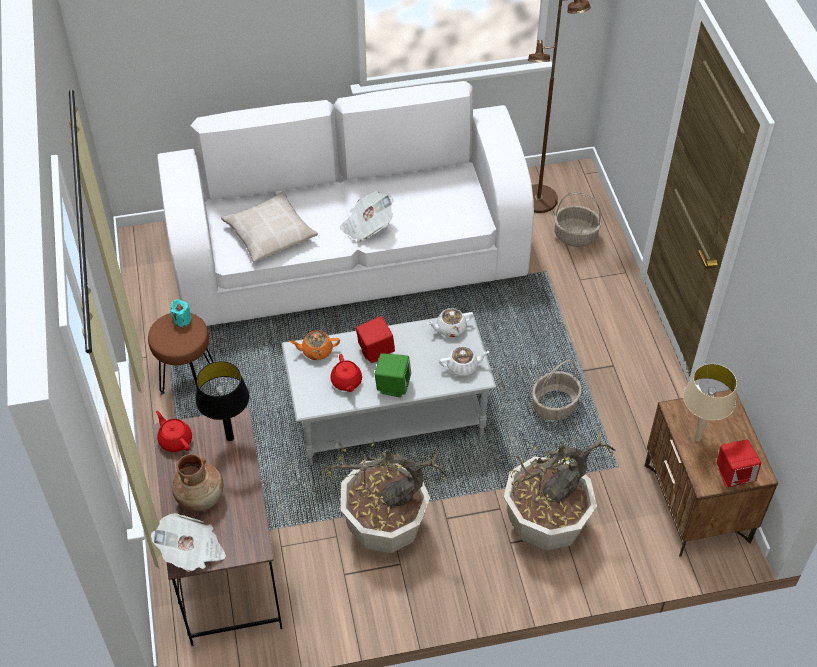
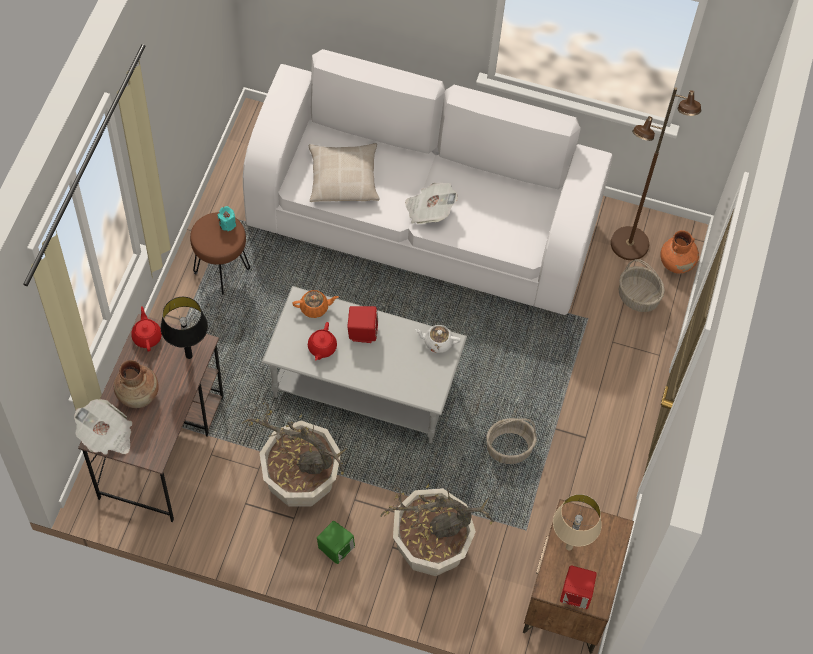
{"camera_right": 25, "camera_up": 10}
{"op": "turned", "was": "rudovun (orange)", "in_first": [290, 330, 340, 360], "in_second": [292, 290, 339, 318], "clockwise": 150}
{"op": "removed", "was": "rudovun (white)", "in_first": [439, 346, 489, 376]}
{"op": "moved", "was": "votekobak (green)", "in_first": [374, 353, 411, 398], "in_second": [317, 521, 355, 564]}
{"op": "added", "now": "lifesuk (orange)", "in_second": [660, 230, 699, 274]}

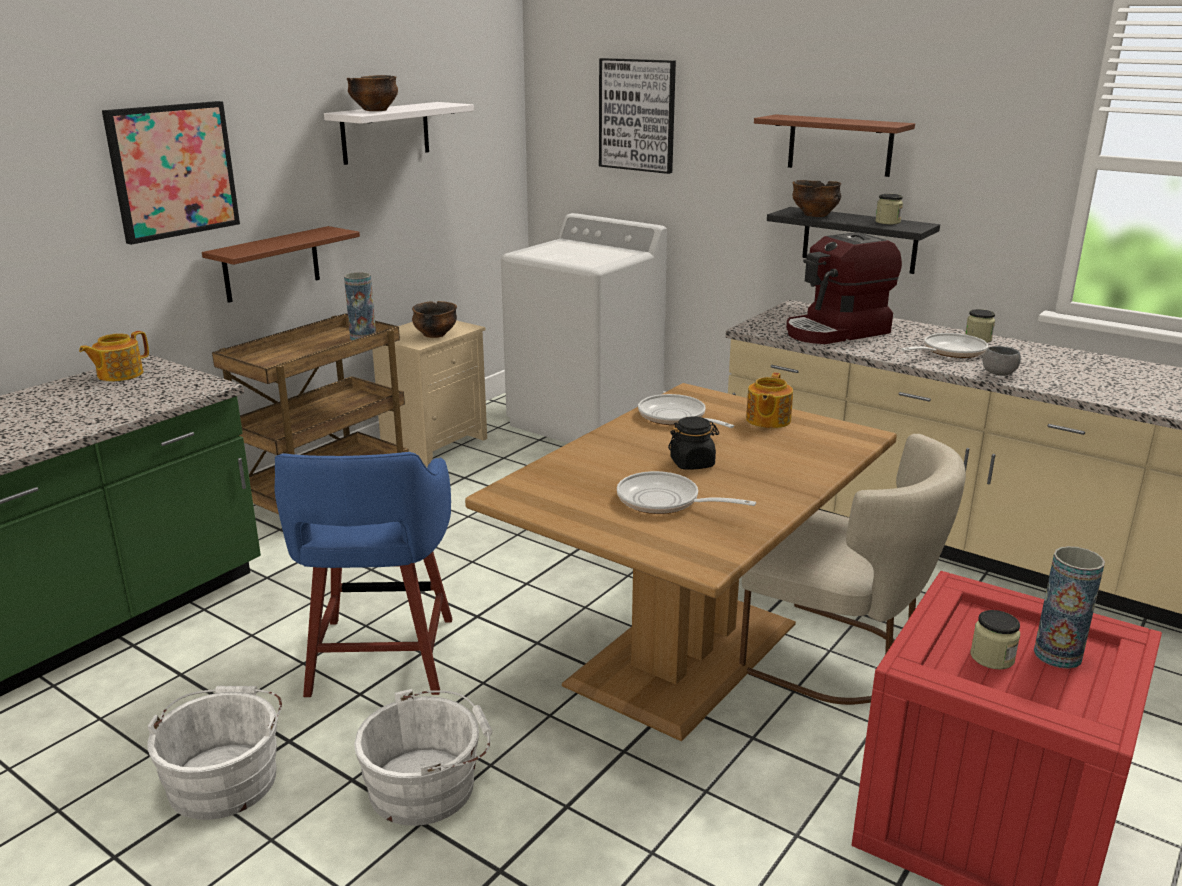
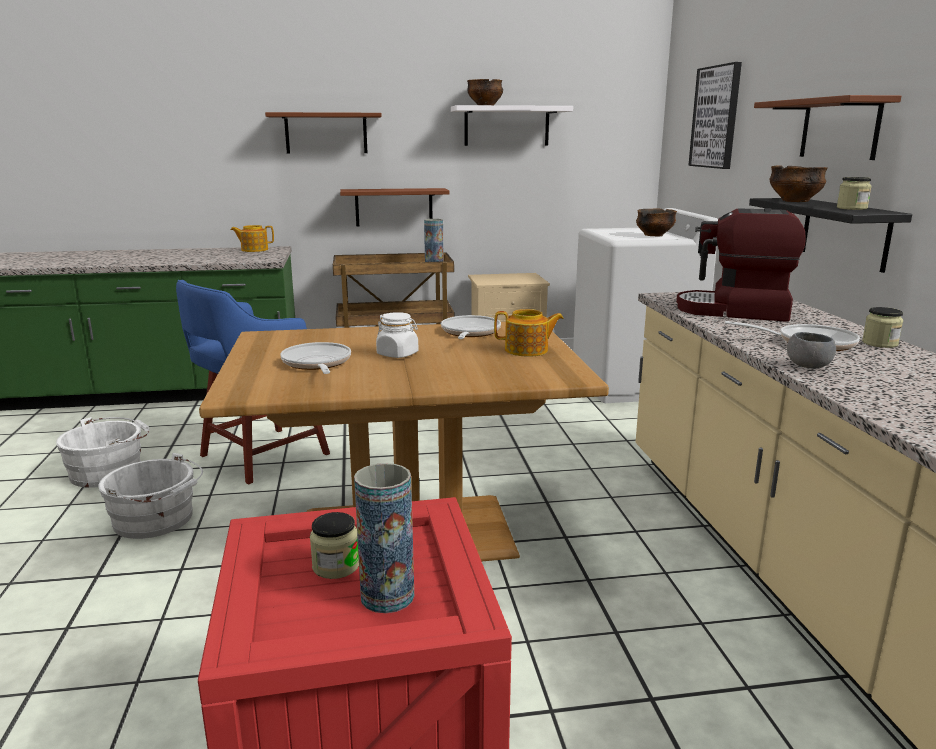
{"camera_right": 45, "camera_up": -5}
{"op": "replaced", "was": "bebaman", "now": "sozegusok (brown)", "in_first": [102, 101, 240, 245], "in_second": [265, 112, 382, 154]}
{"op": "moved", "was": "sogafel", "in_first": [412, 301, 457, 338], "in_second": [636, 209, 677, 236]}
{"op": "turned", "was": "rudovun", "in_first": [746, 372, 793, 428], "in_second": [494, 309, 564, 357], "clockwise": -150}
{"op": "recoloured", "was": "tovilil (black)", "now": "tovilil (white)", "in_first": [668, 416, 719, 470], "in_second": [376, 312, 418, 358]}
{"op": "removed", "was": "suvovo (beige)", "in_first": [739, 434, 966, 705]}

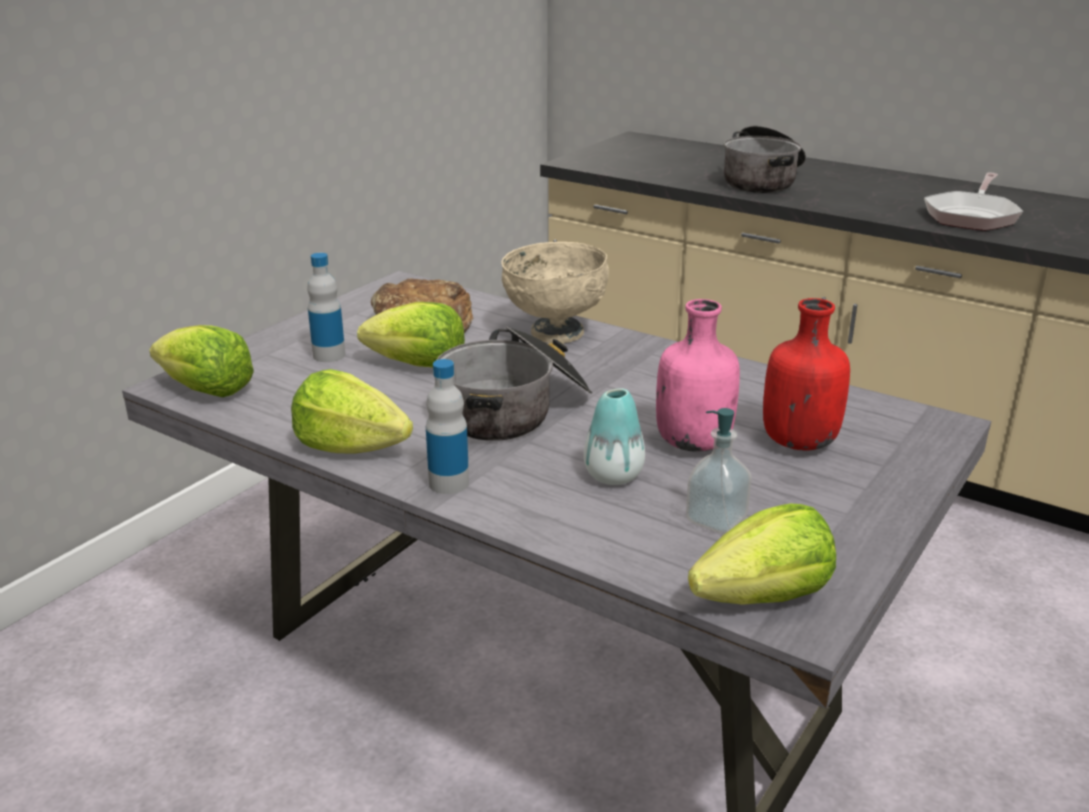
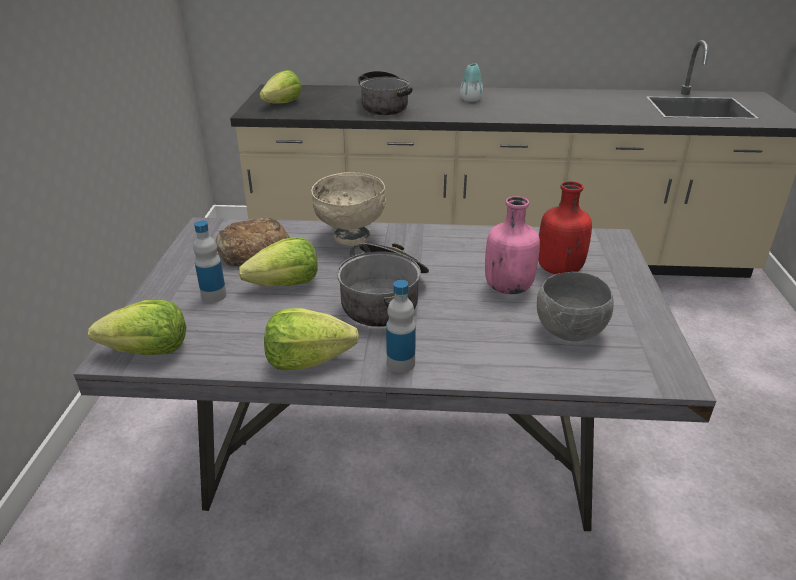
{"camera_right": -30, "camera_up": 5}
{"op": "removed", "was": "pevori", "in_first": [924, 172, 1023, 231]}
{"op": "moved", "was": "lifesuk", "in_first": [584, 388, 645, 485], "in_second": [460, 64, 483, 102]}
{"op": "replaced", "was": "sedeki", "now": "sogafel (grey)", "in_first": [686, 408, 751, 534], "in_second": [537, 272, 614, 341]}
{"op": "moved", "was": "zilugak", "in_first": [688, 503, 836, 605], "in_second": [259, 70, 302, 104]}

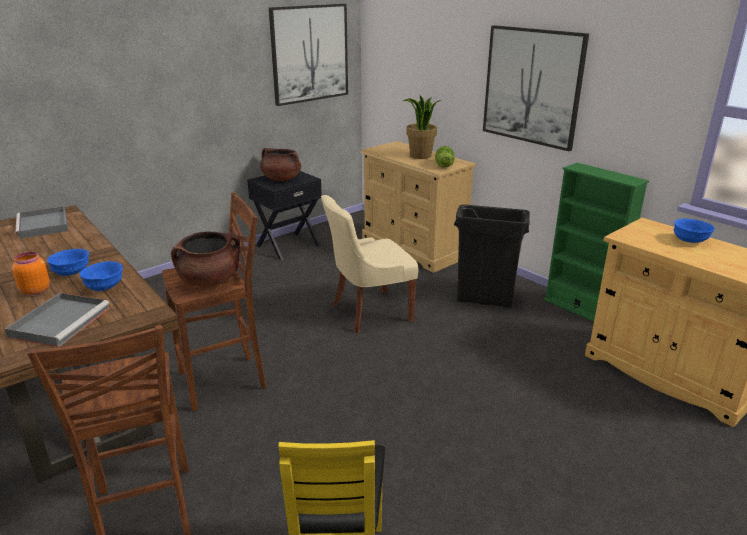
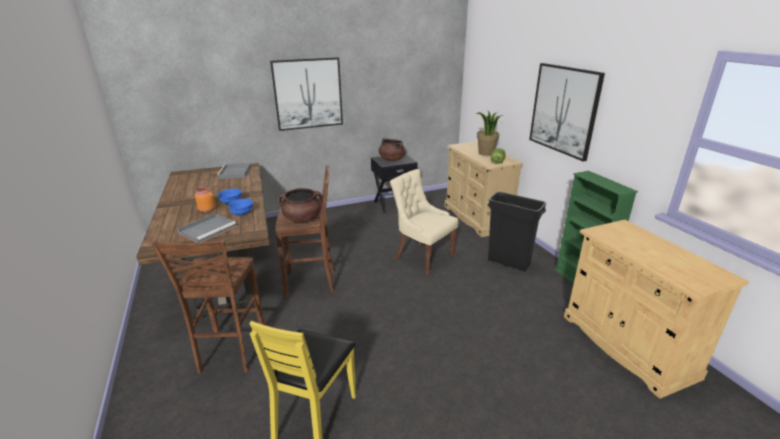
{"camera_right": 20, "camera_up": 0}
{"op": "moved", "was": "bebaman", "in_first": [269, 4, 348, 106], "in_second": [270, 57, 343, 131]}
{"op": "turned", "was": "suvovo (beige)", "in_first": [321, 195, 419, 333], "in_second": [390, 169, 458, 275], "clockwise": 45}
{"op": "removed", "was": "sogafel (blue)", "in_first": [674, 219, 715, 243]}

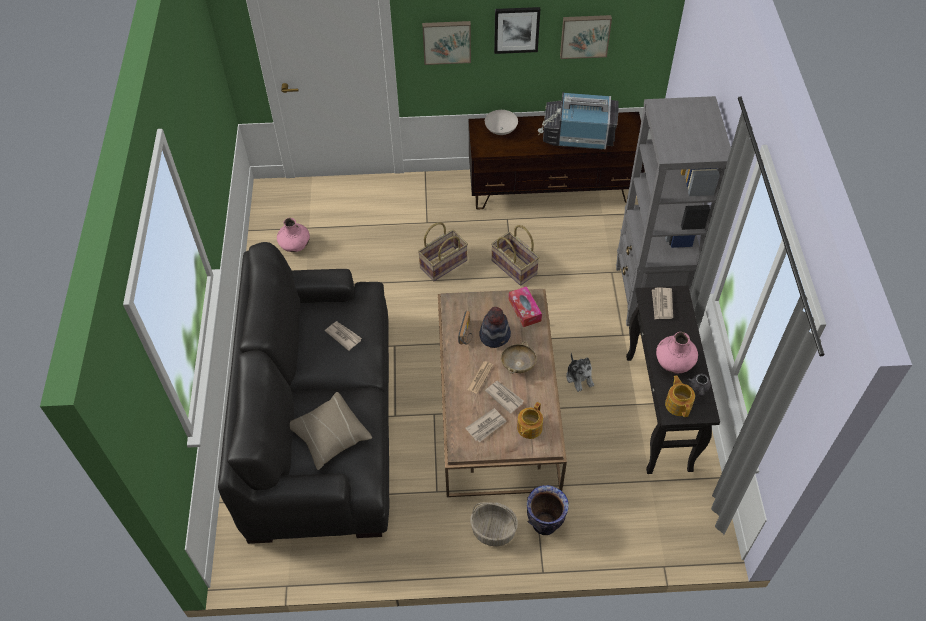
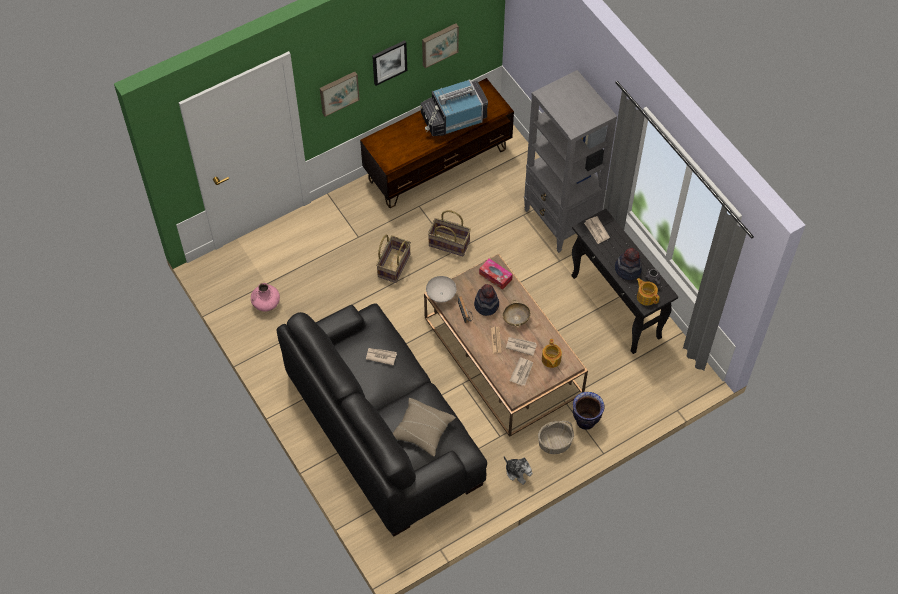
{"camera_right": -30, "camera_up": 5}
{"op": "moved", "was": "sogafel (white)", "in_first": [485, 110, 518, 135], "in_second": [426, 276, 456, 303]}
{"op": "replaced", "was": "lifesuk (pink)", "now": "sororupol", "in_first": [656, 332, 698, 373], "in_second": [615, 248, 642, 280]}
{"op": "moved", "was": "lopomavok", "in_first": [566, 353, 594, 392], "in_second": [504, 456, 533, 485]}

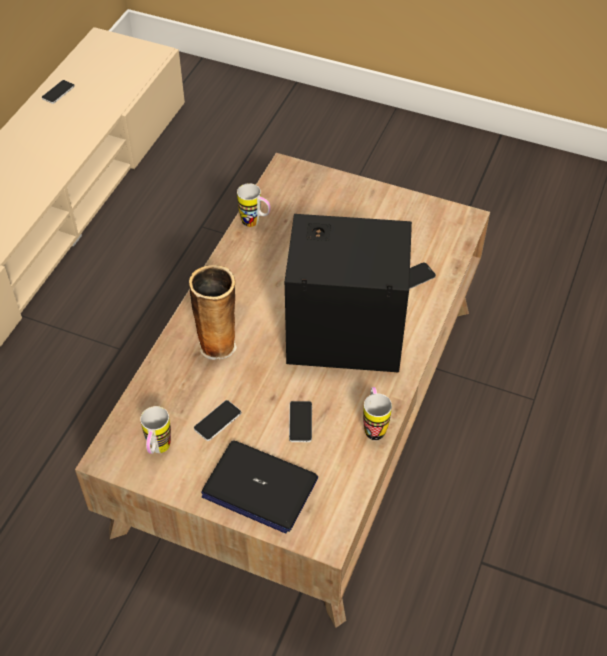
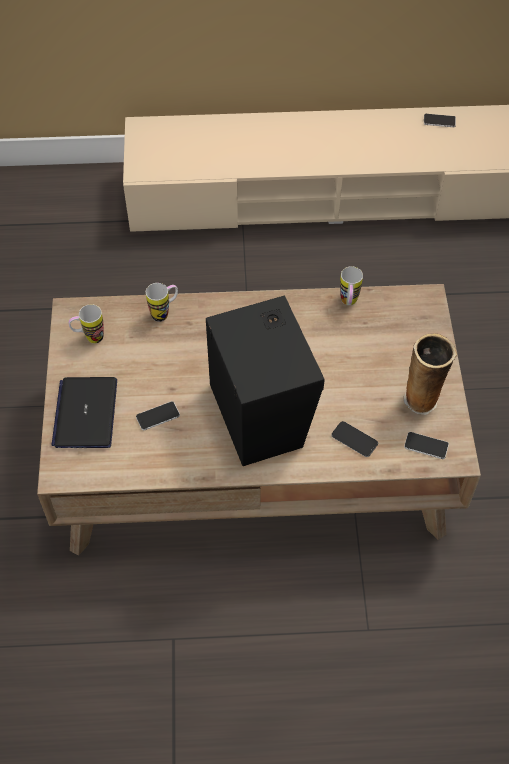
{"camera_right": 65, "camera_up": 5}
{"op": "moved", "was": "lifesuk", "in_first": [189, 265, 237, 360], "in_second": [403, 333, 457, 415]}
{"op": "moved", "was": "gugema", "in_first": [363, 387, 392, 440], "in_second": [146, 283, 178, 322]}
{"op": "moved", "was": "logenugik", "in_first": [194, 400, 241, 441], "in_second": [404, 432, 449, 459]}

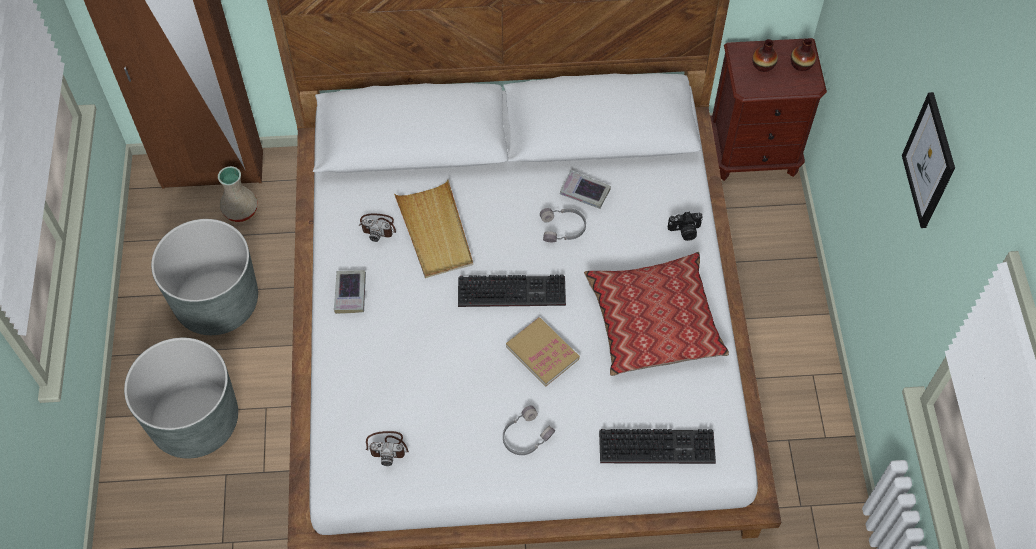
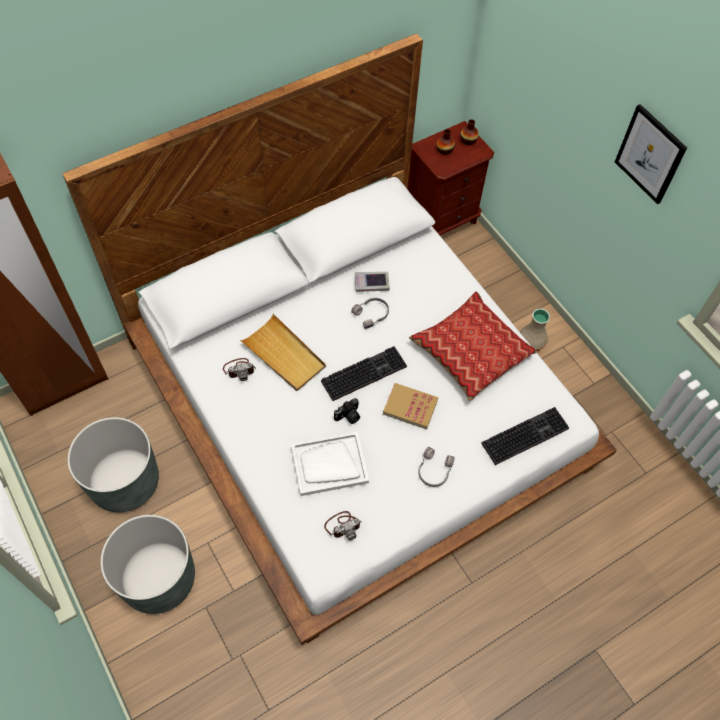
{"camera_right": -30, "camera_up": 0}
{"op": "moved", "was": "lifesuk (beige)", "in_first": [218, 166, 257, 222], "in_second": [520, 308, 550, 351]}
{"op": "moved", "was": "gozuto", "in_first": [668, 212, 703, 241], "in_second": [334, 398, 360, 424]}
{"op": "removed", "was": "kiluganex", "in_first": [334, 270, 366, 314]}
{"op": "added", "now": "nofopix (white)", "in_second": [291, 432, 369, 496]}

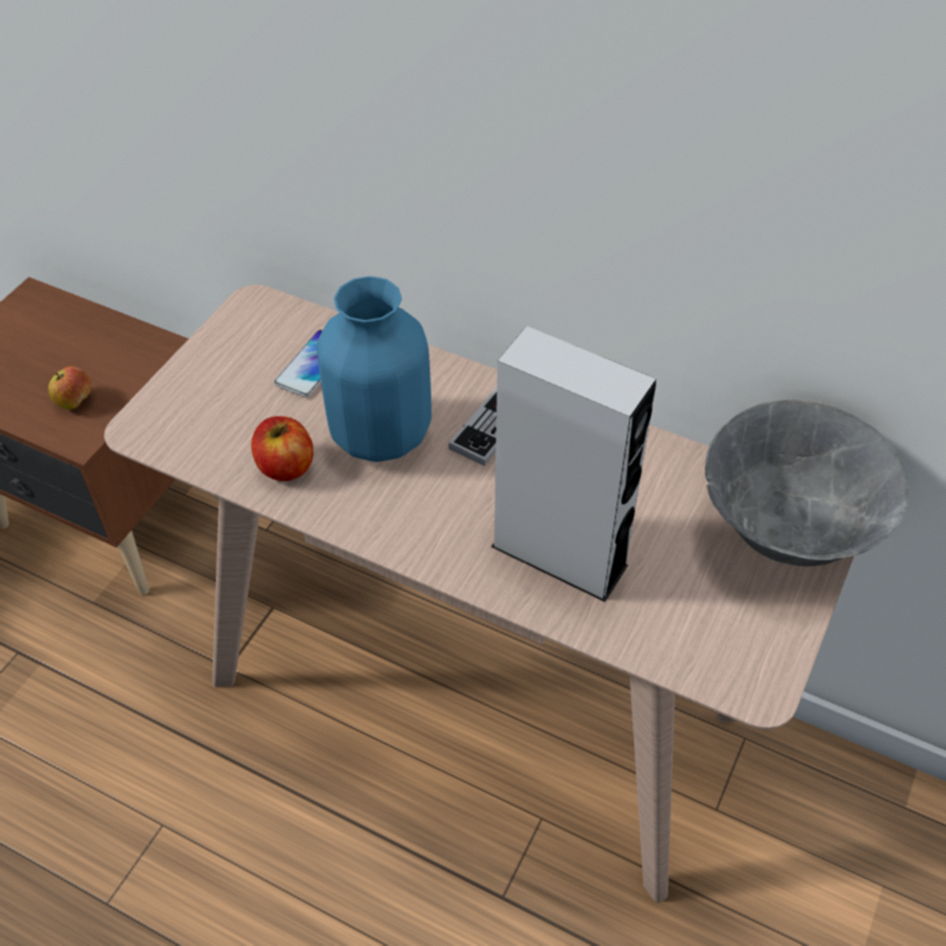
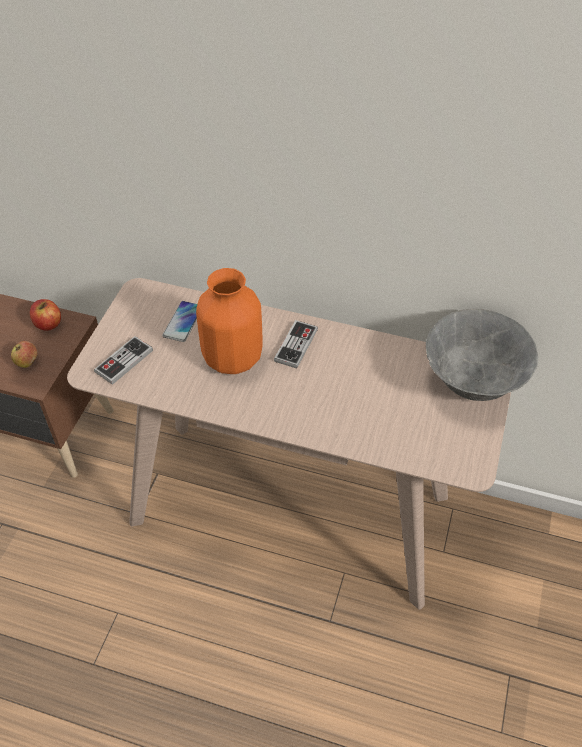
{"camera_right": -10, "camera_up": 0}
{"op": "recoloured", "was": "lifesuk (blue)", "now": "lifesuk (orange)", "in_first": [316, 276, 432, 462], "in_second": [196, 268, 262, 374]}
{"op": "removed", "was": "votekobak (grey)", "in_first": [491, 326, 656, 602]}
{"op": "moved", "was": "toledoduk", "in_first": [251, 416, 313, 481], "in_second": [30, 299, 61, 331]}
{"op": "added", "now": "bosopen", "in_second": [94, 336, 153, 385]}

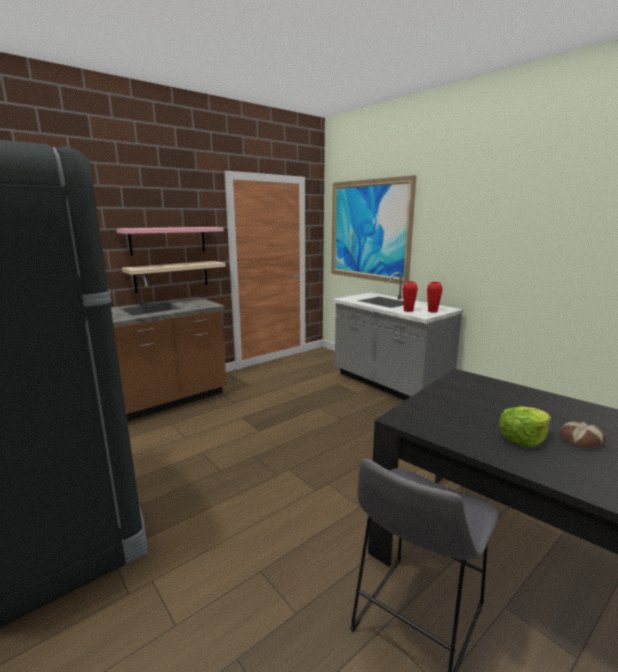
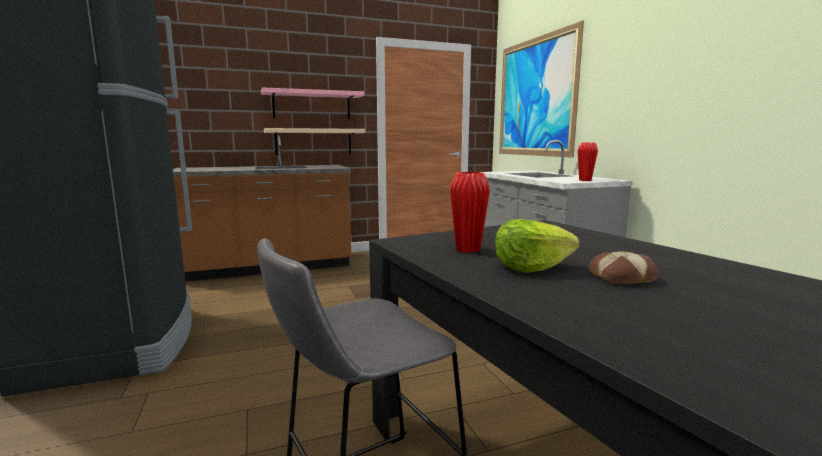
{"camera_right": 20, "camera_up": -5}
{"op": "moved", "was": "lifesuk (red)", "in_first": [403, 281, 418, 312], "in_second": [450, 172, 490, 253]}

